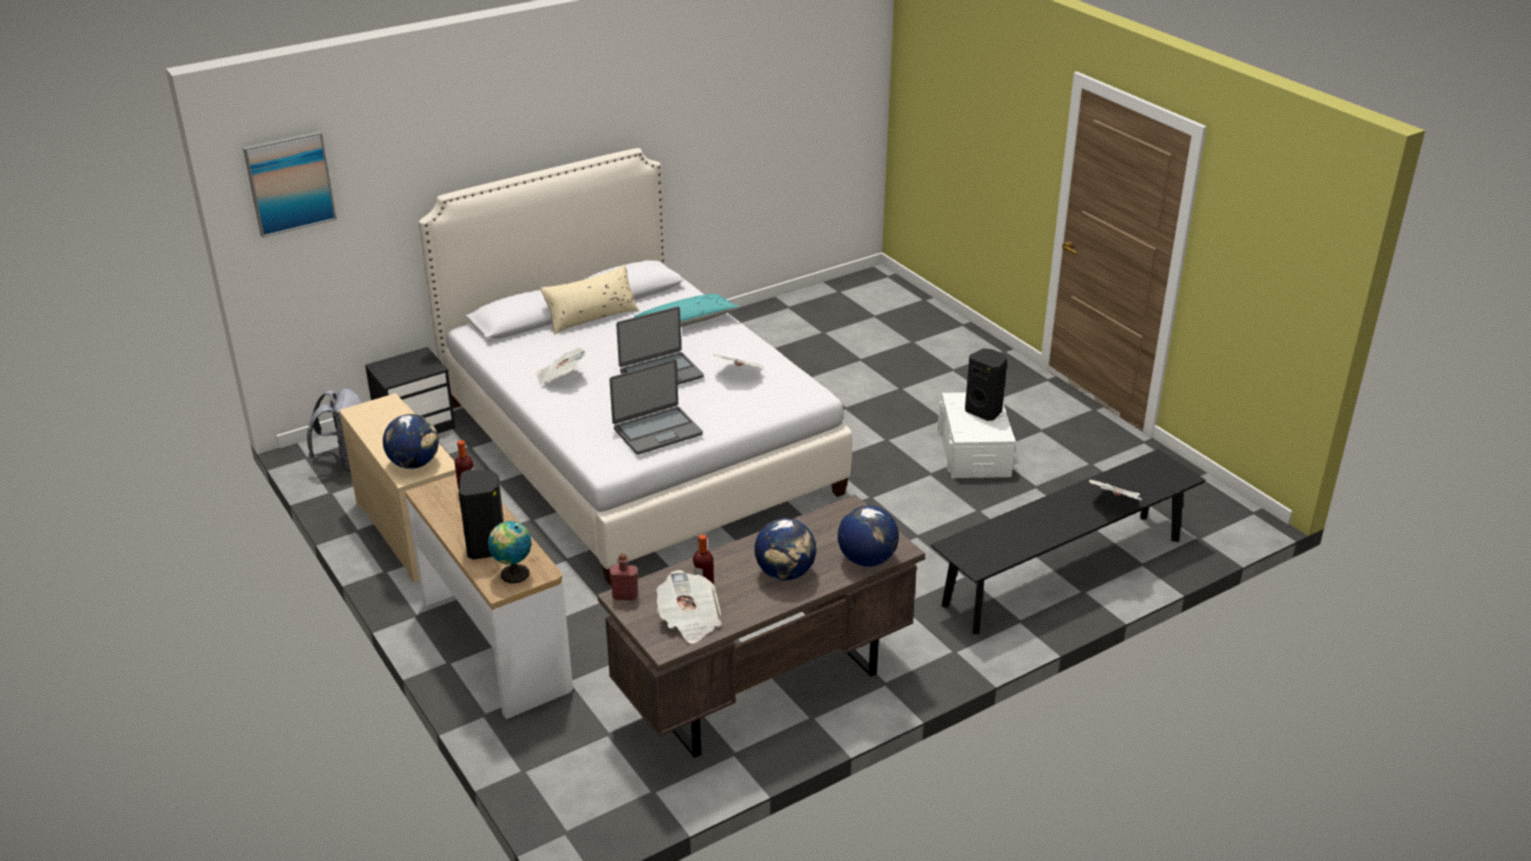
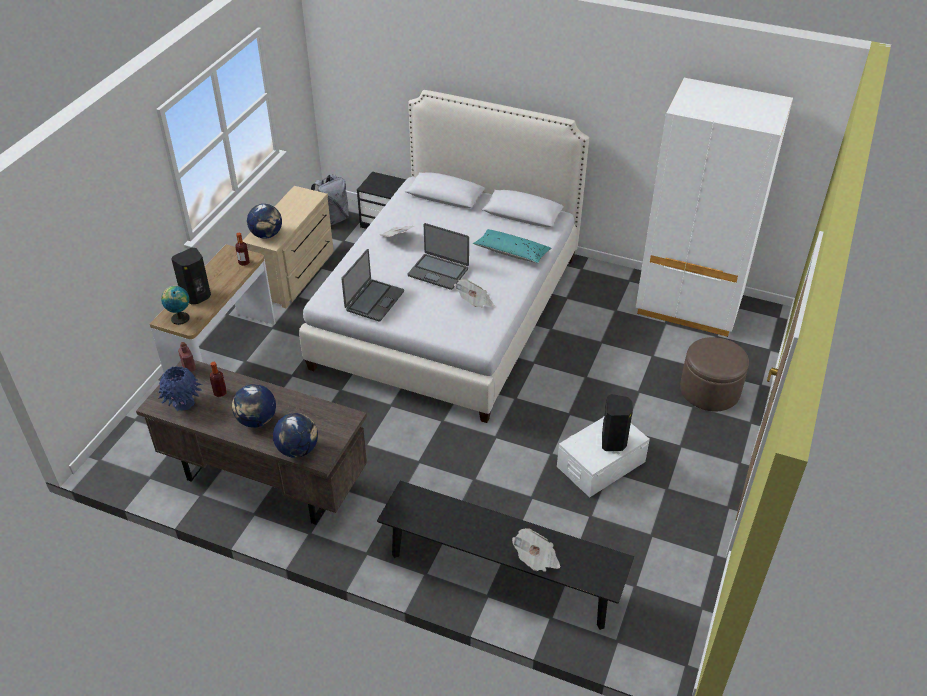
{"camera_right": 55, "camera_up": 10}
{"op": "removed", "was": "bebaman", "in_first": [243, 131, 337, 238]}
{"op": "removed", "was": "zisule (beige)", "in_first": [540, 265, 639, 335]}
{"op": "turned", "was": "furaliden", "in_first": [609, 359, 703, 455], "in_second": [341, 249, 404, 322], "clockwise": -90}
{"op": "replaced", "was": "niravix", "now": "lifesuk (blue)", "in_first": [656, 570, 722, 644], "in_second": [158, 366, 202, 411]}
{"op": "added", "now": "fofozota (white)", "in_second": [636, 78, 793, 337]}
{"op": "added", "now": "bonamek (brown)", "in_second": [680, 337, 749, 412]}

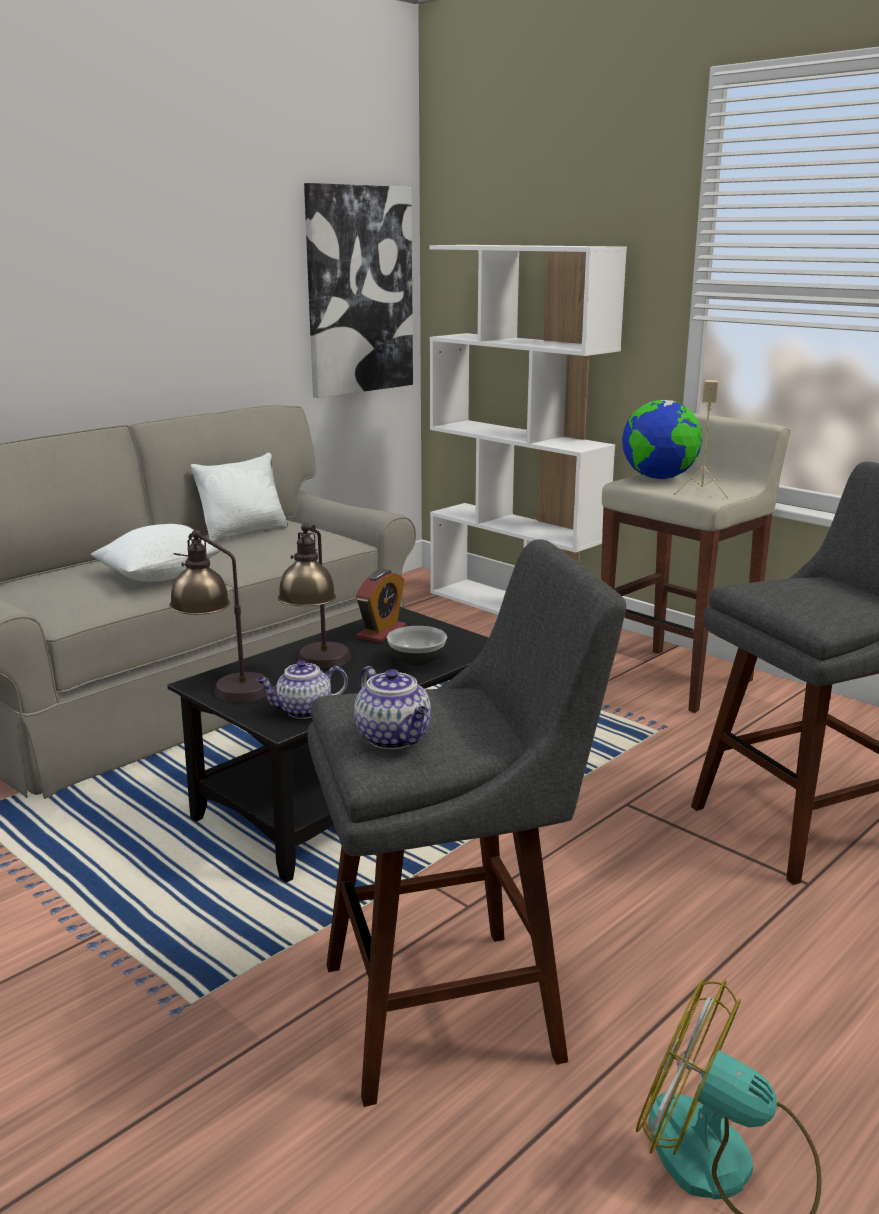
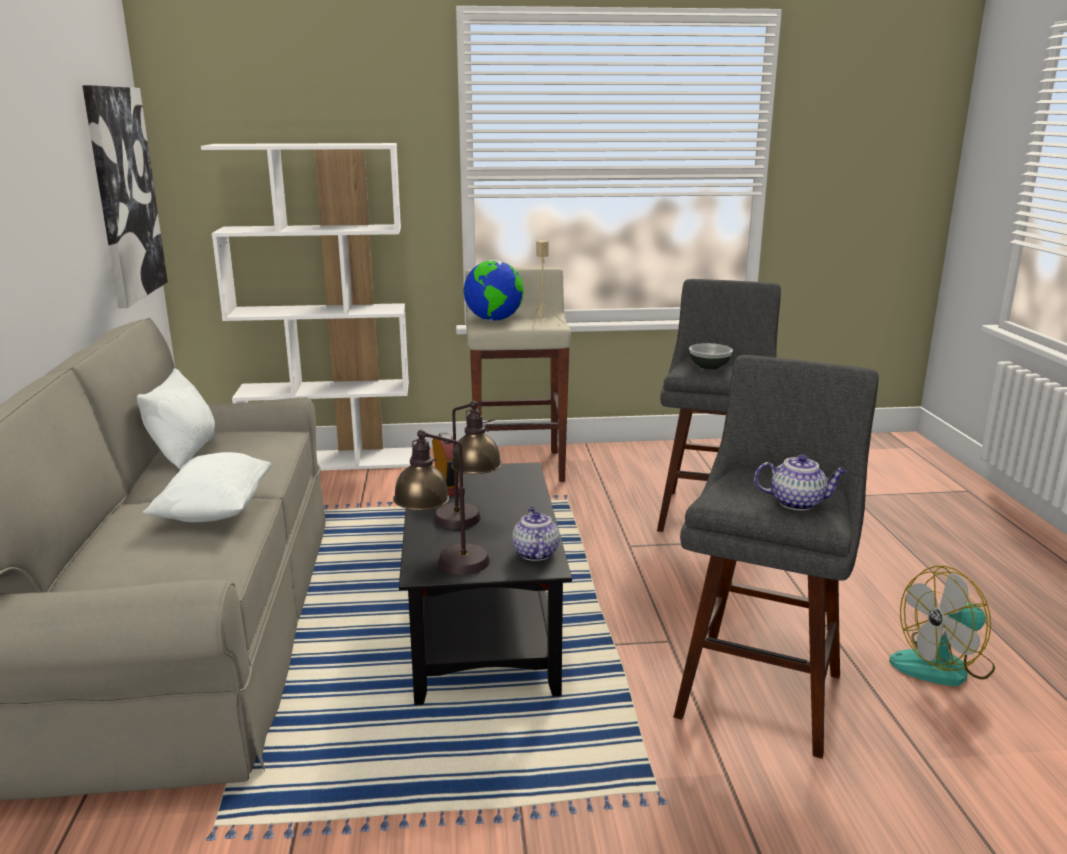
{"camera_right": -50, "camera_up": 0}
{"op": "moved", "was": "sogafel", "in_first": [387, 626, 447, 666], "in_second": [689, 343, 733, 370]}
{"op": "turned", "was": "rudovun", "in_first": [256, 660, 348, 719], "in_second": [512, 507, 560, 561], "clockwise": 150}

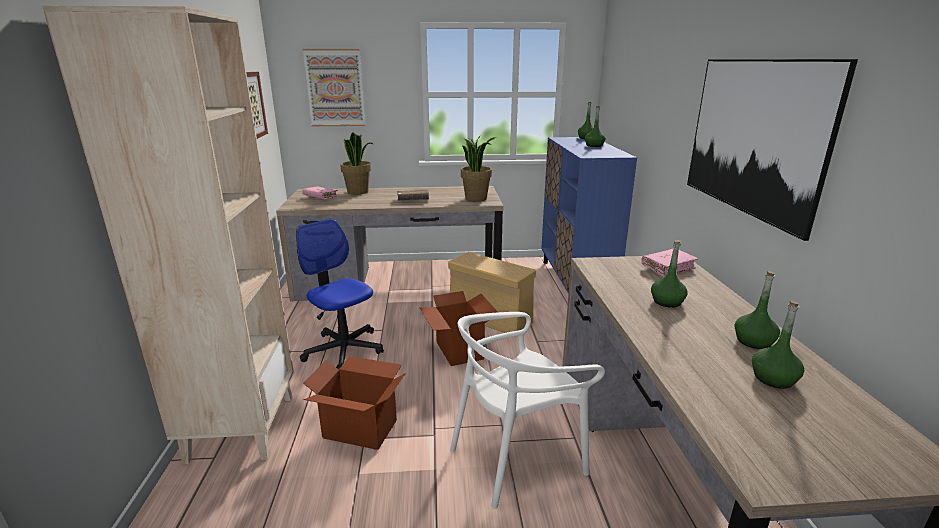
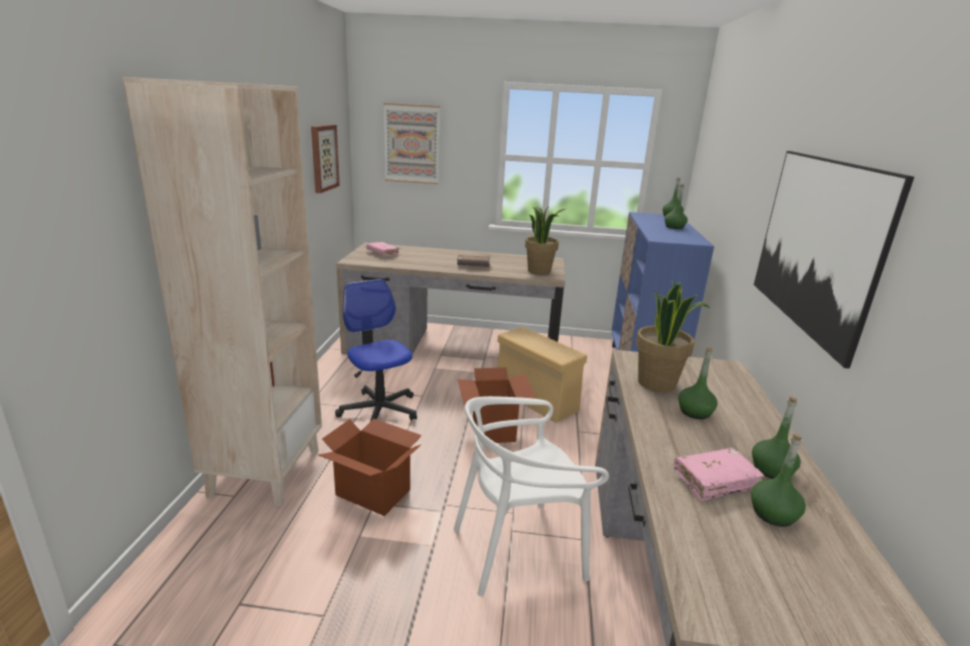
{"camera_right": 10, "camera_up": 0}
{"op": "moved", "was": "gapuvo", "in_first": [340, 132, 374, 194], "in_second": [636, 282, 710, 392]}
{"op": "moved", "was": "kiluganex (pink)", "in_first": [642, 249, 698, 277], "in_second": [674, 448, 764, 501]}

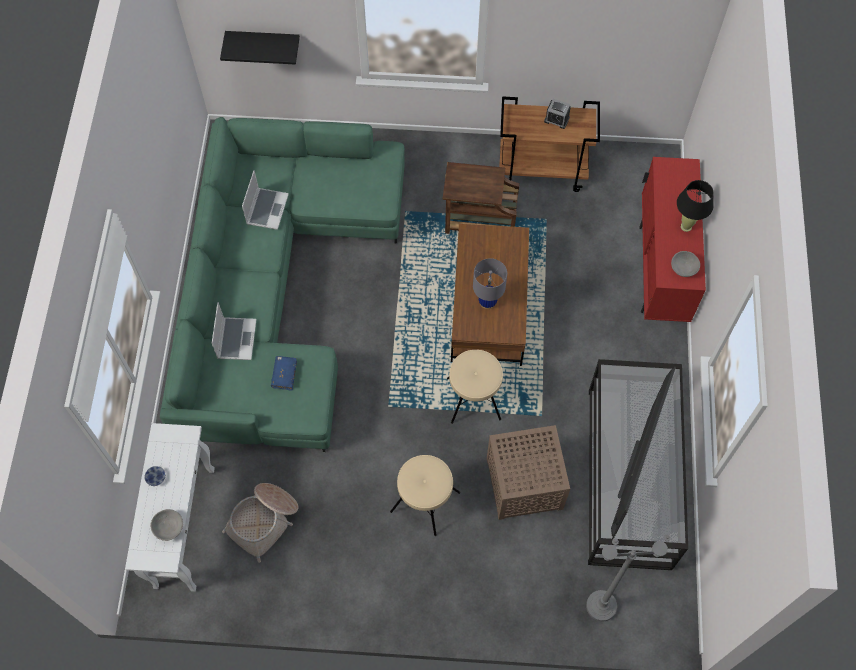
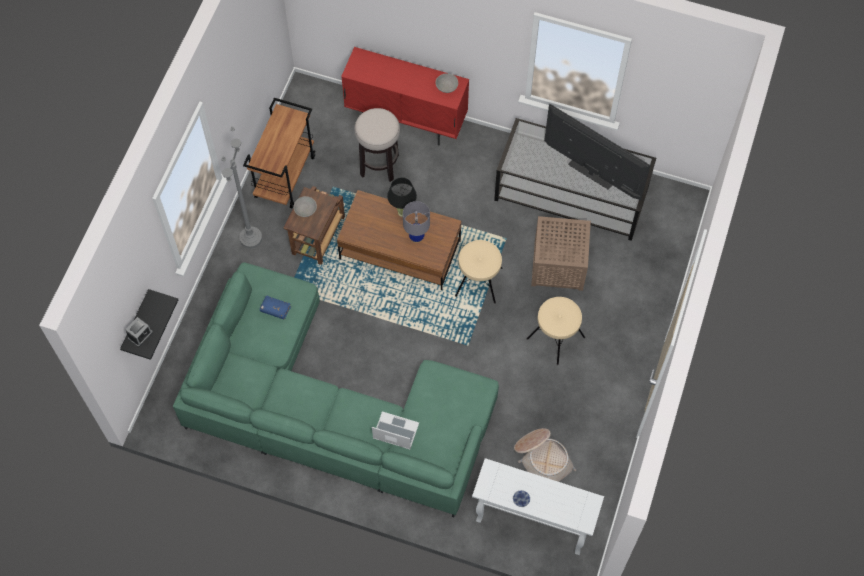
{"camera_right": -75, "camera_up": 0}
{"op": "moved", "was": "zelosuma", "in_first": [544, 99, 571, 129], "in_second": [125, 317, 153, 347]}
{"op": "removed", "was": "furaliden", "in_first": [242, 170, 289, 230]}
{"op": "moved", "was": "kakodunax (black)", "in_first": [677, 180, 714, 232], "in_second": [387, 177, 417, 217]}
{"op": "moved", "was": "kiluganex (blue)", "in_first": [271, 356, 297, 391], "in_second": [260, 295, 291, 320]}
{"op": "moved", "was": "sogafel (grey)", "in_first": [150, 509, 183, 541], "in_second": [294, 196, 317, 217]}
{"op": "moved", "was": "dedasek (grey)", "in_first": [586, 535, 671, 622], "in_second": [222, 126, 262, 248]}
{"op": "added", "now": "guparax", "in_second": [354, 108, 400, 182]}

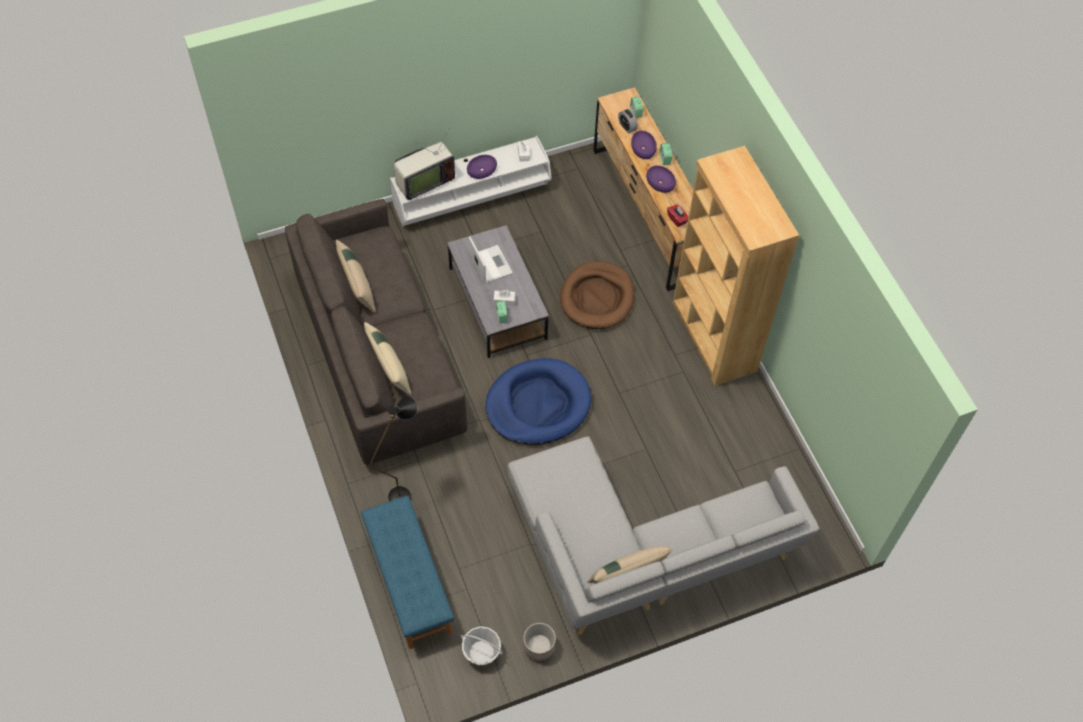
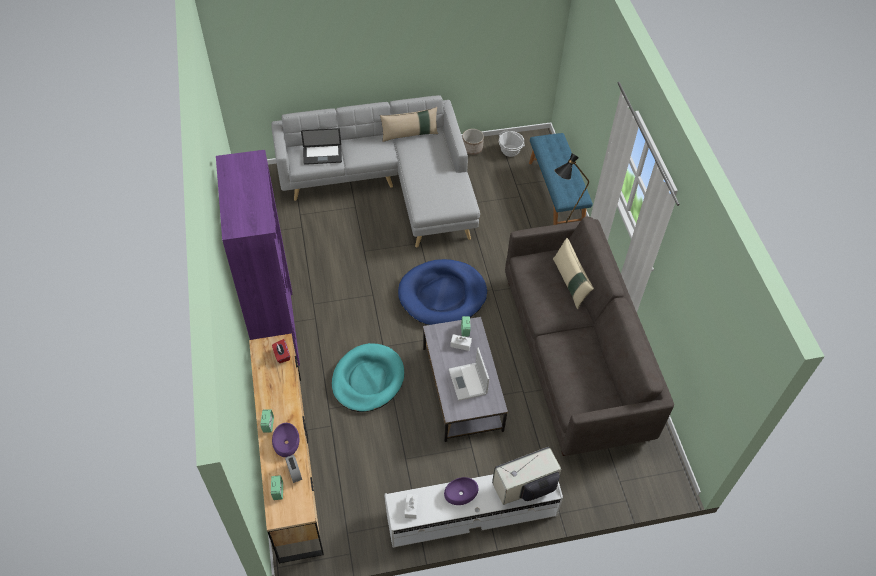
{"camera_right": -170, "camera_up": -5}
{"op": "recoloured", "was": "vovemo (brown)", "now": "vovemo (purple)", "in_first": [673, 146, 799, 386], "in_second": [216, 150, 300, 366]}
{"op": "removed", "was": "sogafel (purple)", "in_first": [646, 165, 676, 193]}
{"op": "removed", "was": "zisule (beige)", "in_first": [336, 240, 376, 313]}
{"op": "recoloured", "was": "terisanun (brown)", "now": "terisanun (turquoise)", "in_first": [560, 261, 635, 329], "in_second": [332, 343, 404, 412]}
{"op": "added", "now": "furaliden", "in_second": [301, 128, 342, 165]}

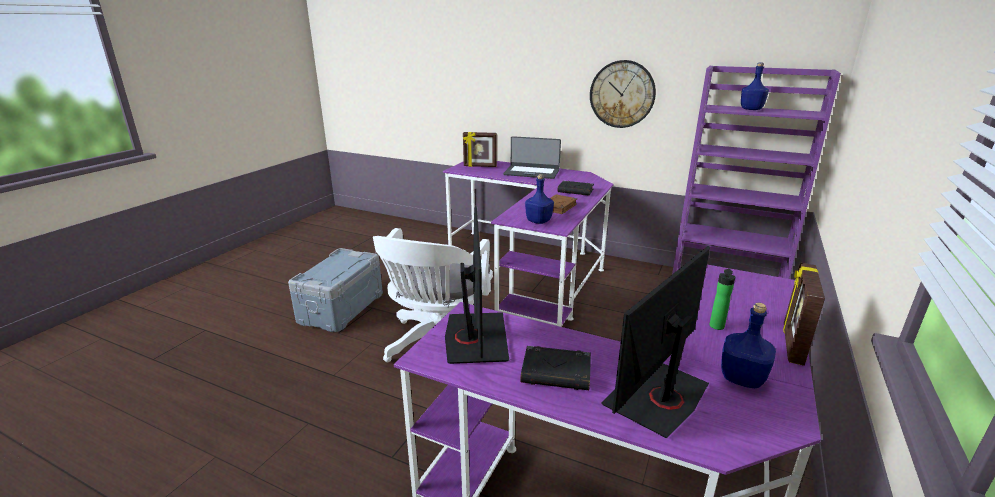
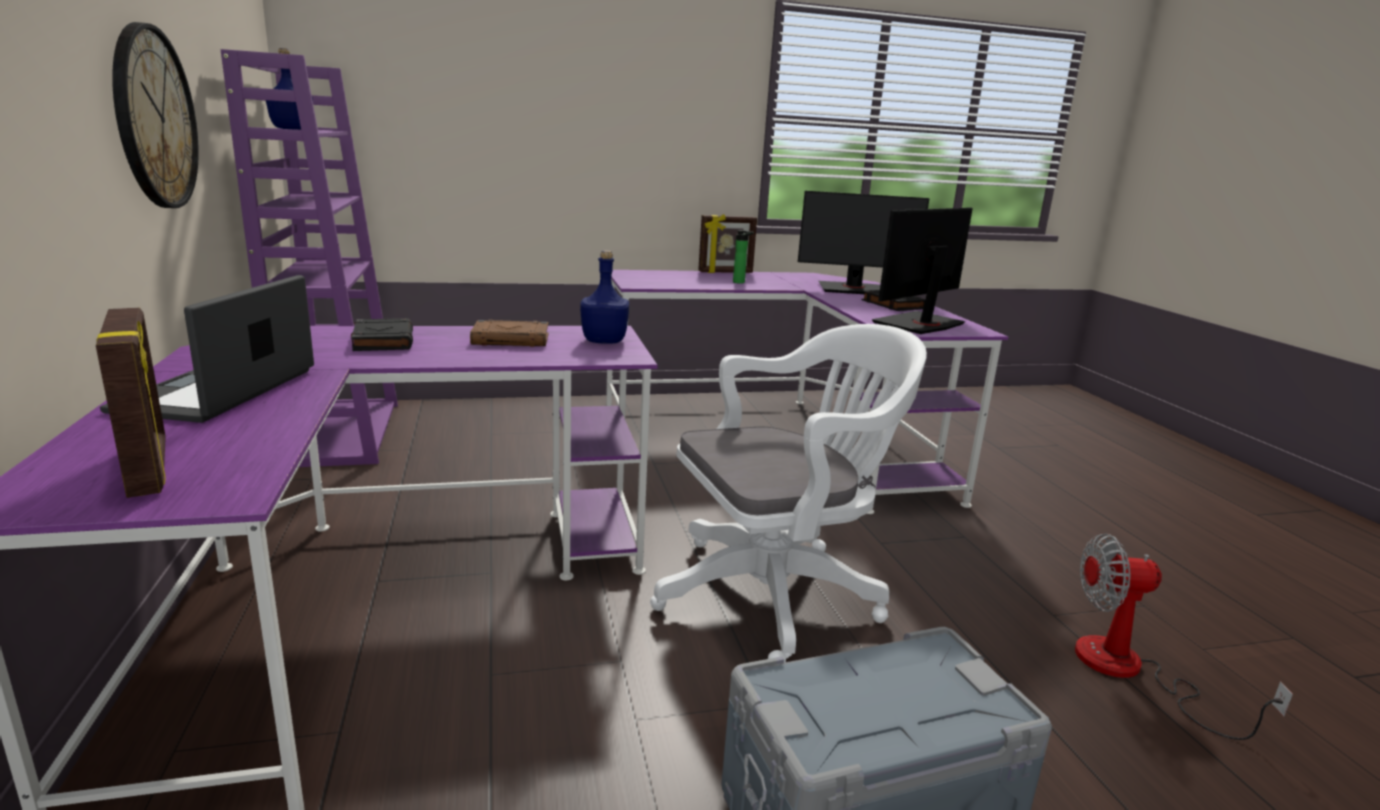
{"camera_right": -130, "camera_up": -5}
{"op": "turned", "was": "furaliden", "in_first": [503, 136, 561, 179], "in_second": [100, 275, 314, 423], "clockwise": -150}
{"op": "removed", "was": "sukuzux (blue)", "in_first": [721, 303, 776, 388]}
{"op": "added", "now": "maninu", "in_second": [1075, 533, 1293, 740]}

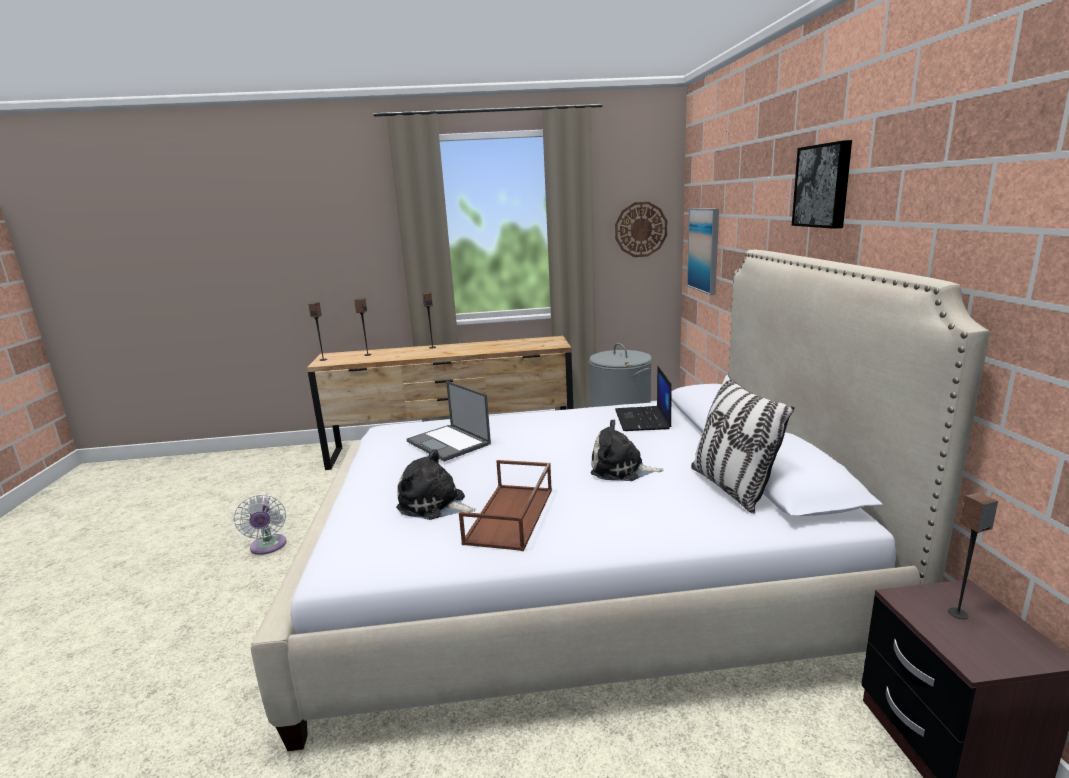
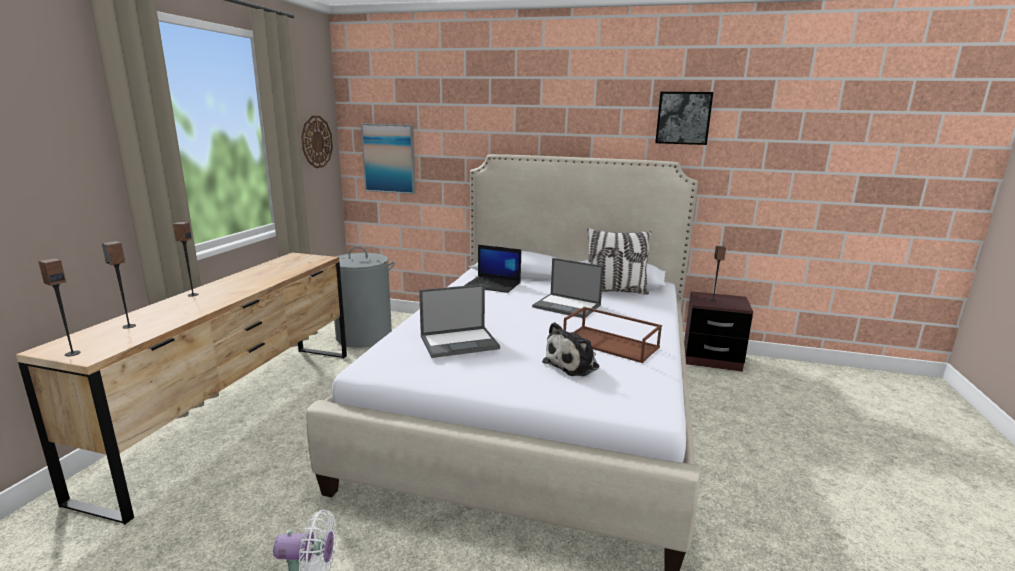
{"camera_right": -70, "camera_up": 0}
{"op": "moved", "was": "bebaman", "in_first": [792, 140, 852, 229], "in_second": [655, 92, 713, 145]}
{"op": "replaced", "was": "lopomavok", "now": "furaliden", "in_first": [591, 419, 664, 481], "in_second": [532, 258, 604, 318]}

